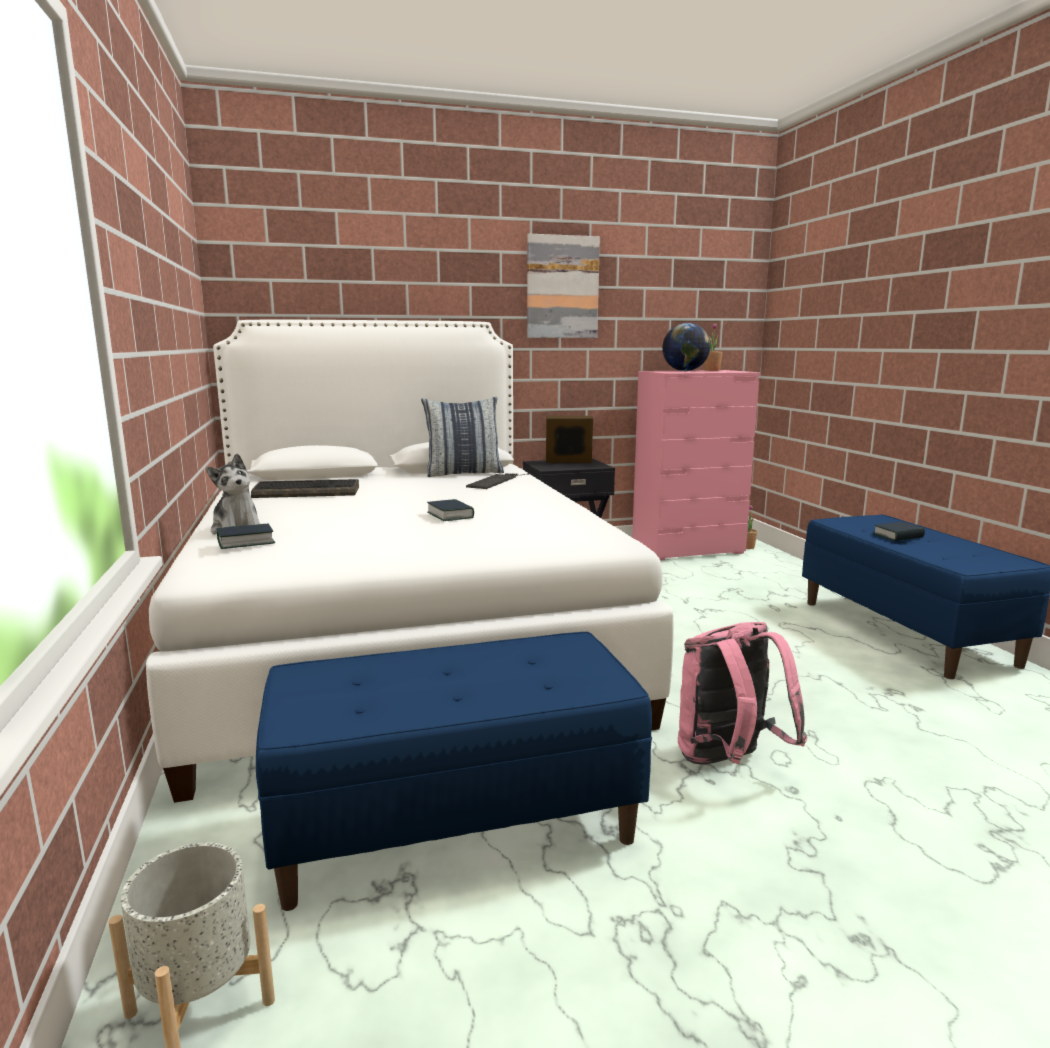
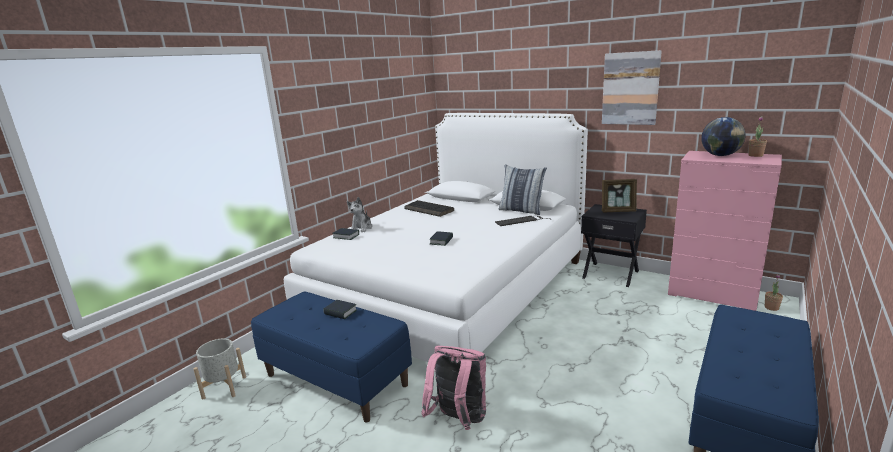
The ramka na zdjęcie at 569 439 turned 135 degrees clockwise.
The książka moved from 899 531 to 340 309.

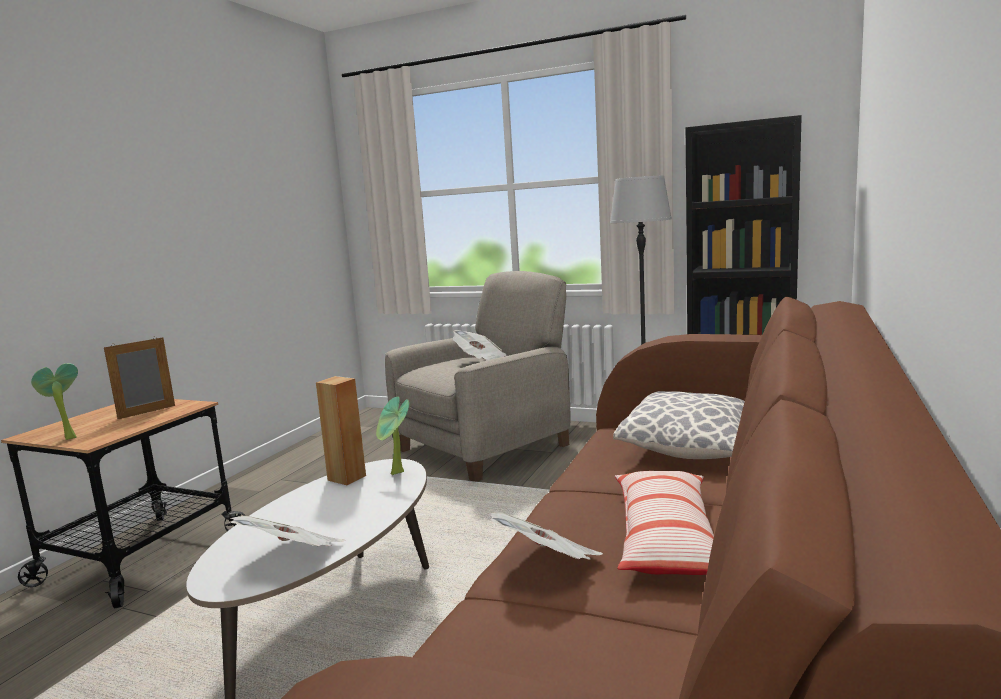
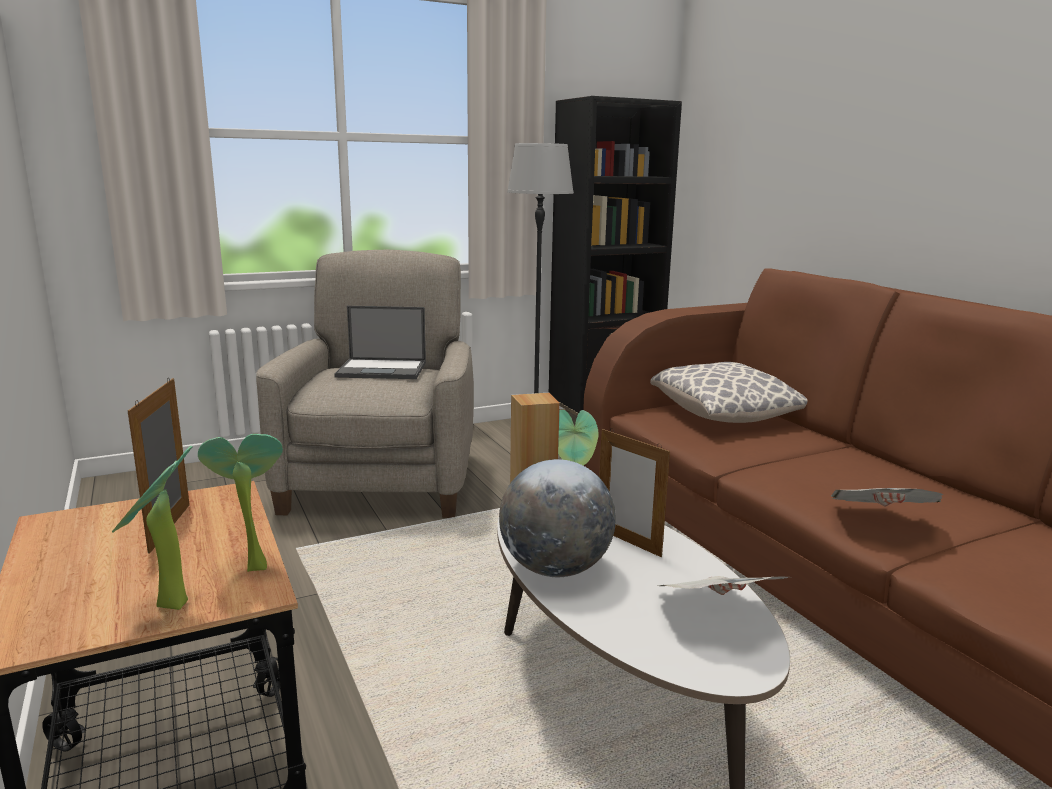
The gazeta at 480 345 was replaced by the laptop at 380 342.
The poduszka at 664 523 disappeared.
The ramka na zdjęcie at 634 492 appeared.
The roślina doniczkowa at 240 503 appeared.
The globus at 557 518 appeared.

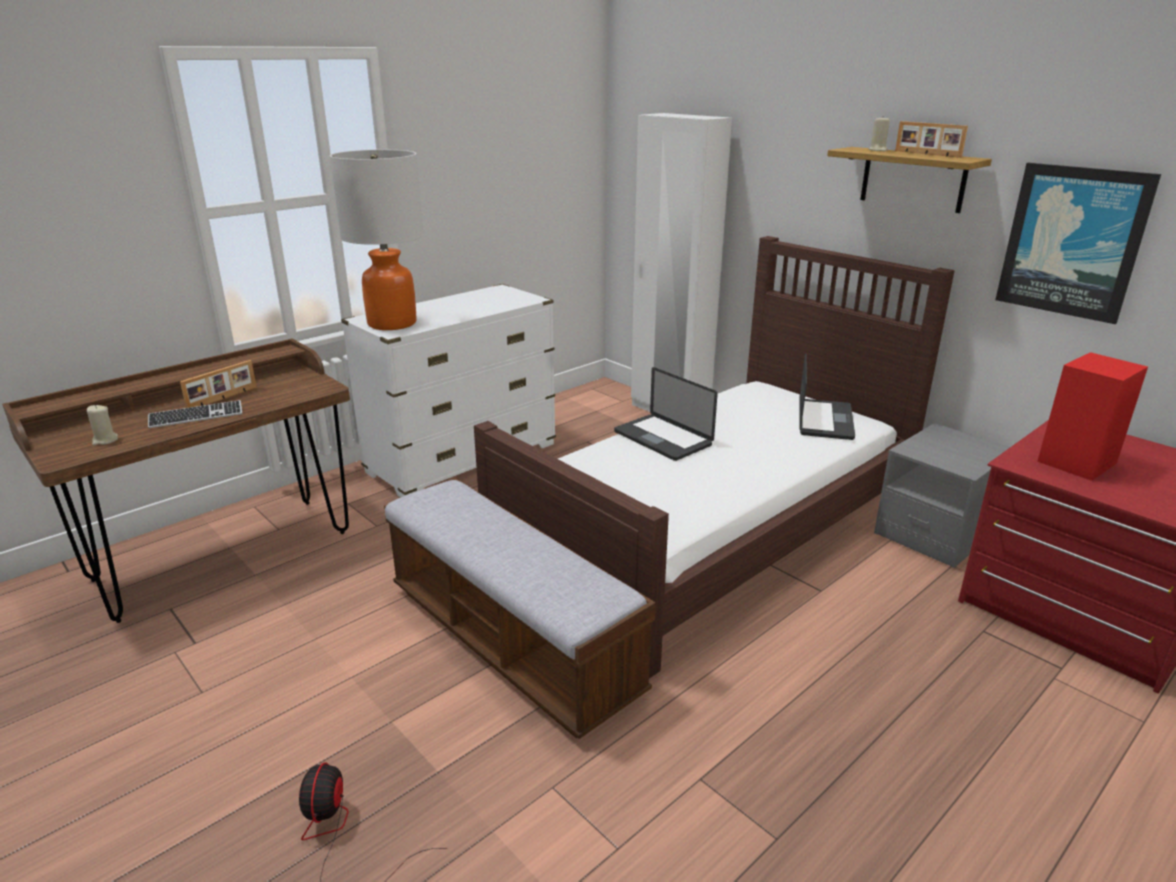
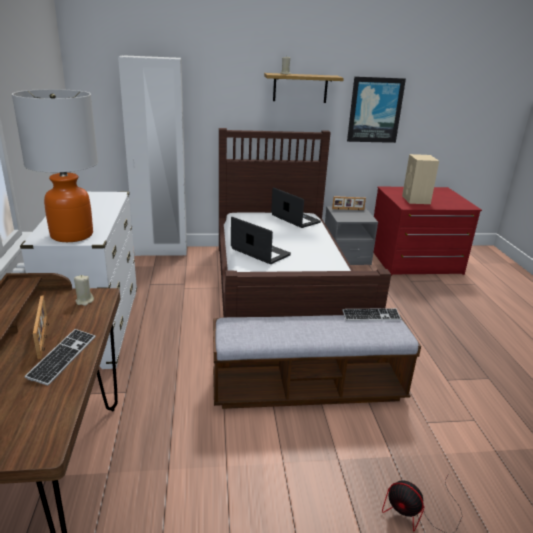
The ramka na zdjęcie moved from 931 139 to 349 203.
The głośnik (czerwony) at 1092 416 became the głośnik (beżowy) at 420 179.
The laptop at 666 414 turned 135 degrees counterclockwise.
The świeca (beżowy) moved from 102 425 to 84 290.
The klawiatura at 371 314 appeared.

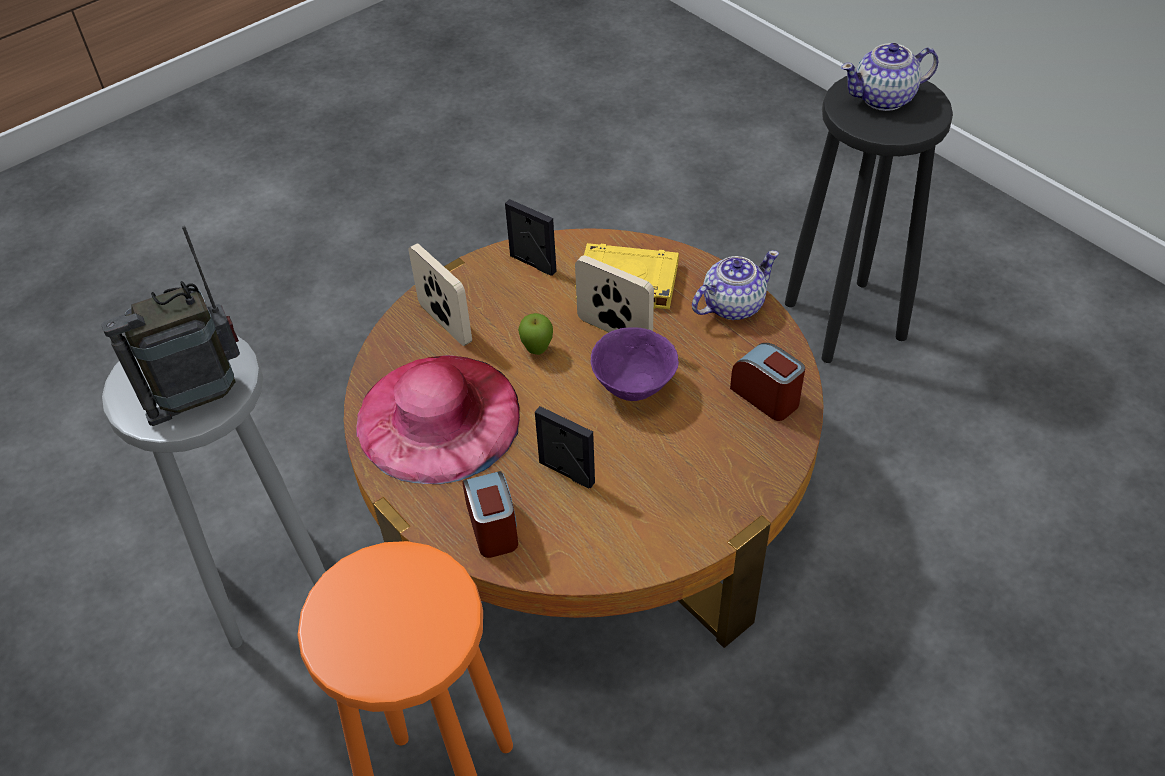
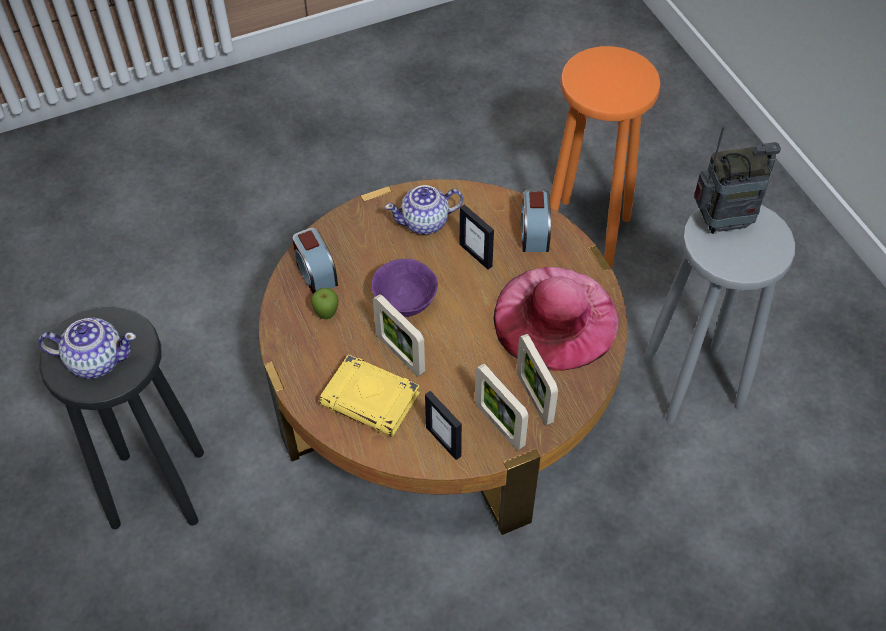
The imbryk moved from 735 285 to 424 210.
The jabłko moved from 535 334 to 325 303.
The ramka na zdjęcie at 502 407 appeared.

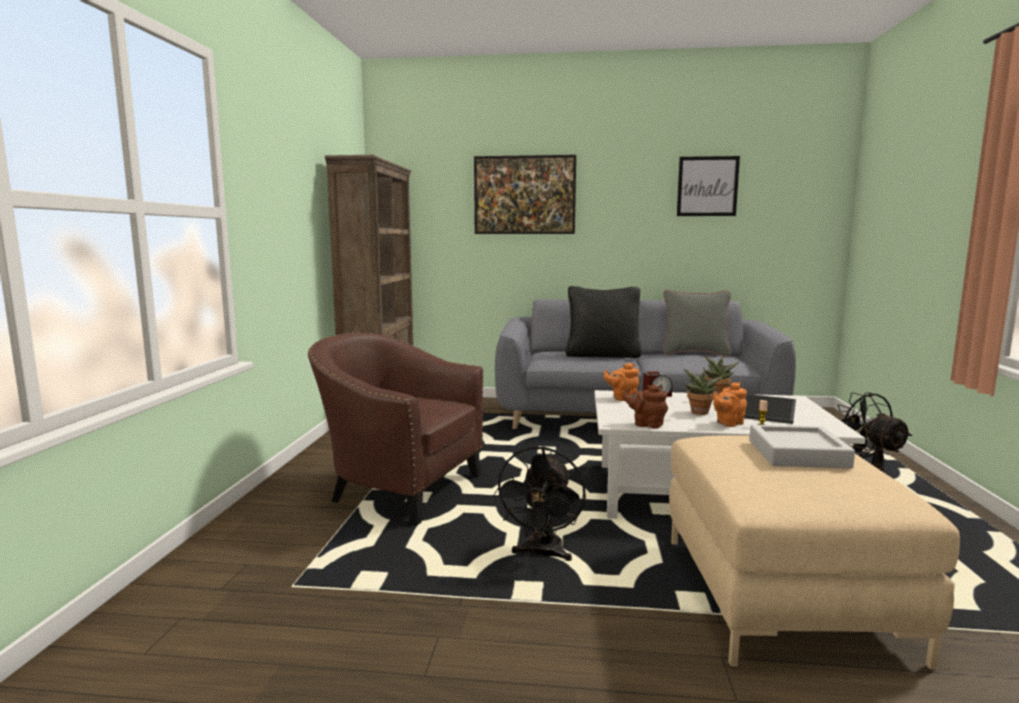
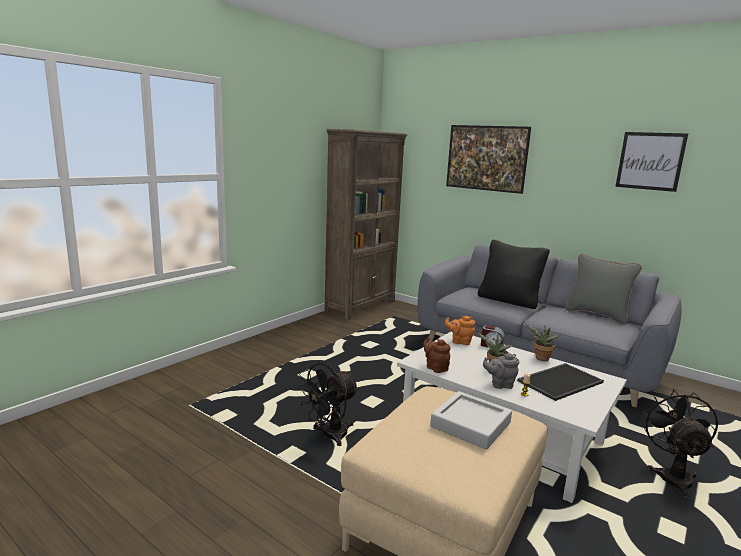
The fotel (brązowy) at 396 428 disappeared.
The imbryk (pomarańczowy) at 730 404 became the imbryk (szary) at 501 371.

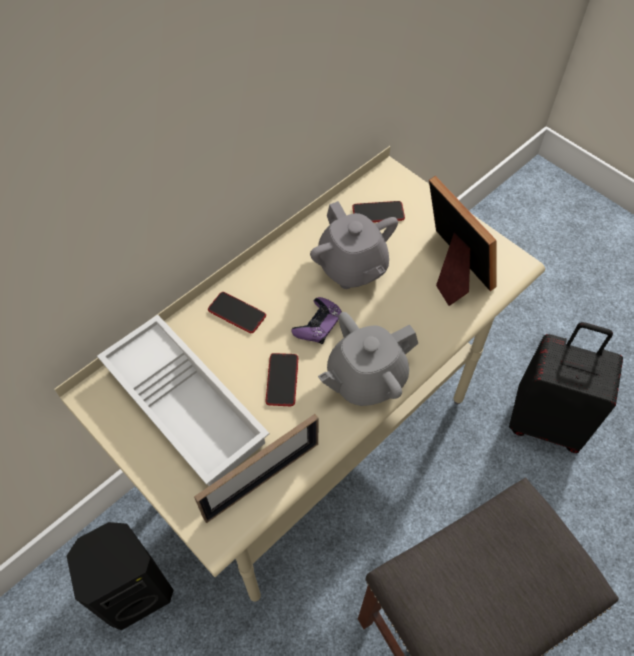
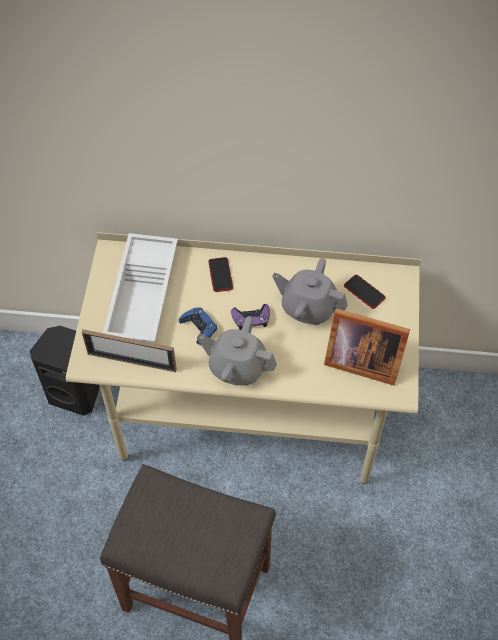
The ramka na zdjęcie at 463 241 turned 90 degrees clockwise.
The imbryk (szary) at 354 245 turned 90 degrees clockwise.
The walizka (czarny) at 566 387 disappeared.
The telefon at 281 379 was replaced by the pad do gier (niebieski) at 198 326.

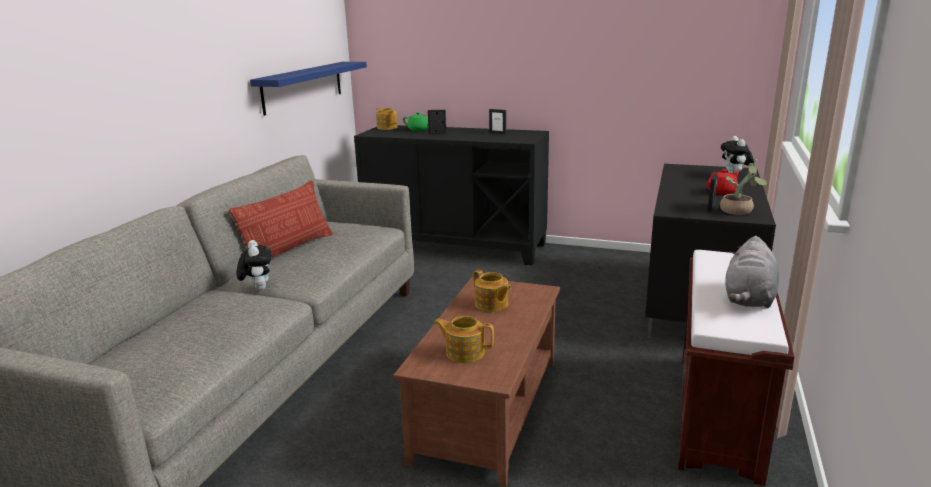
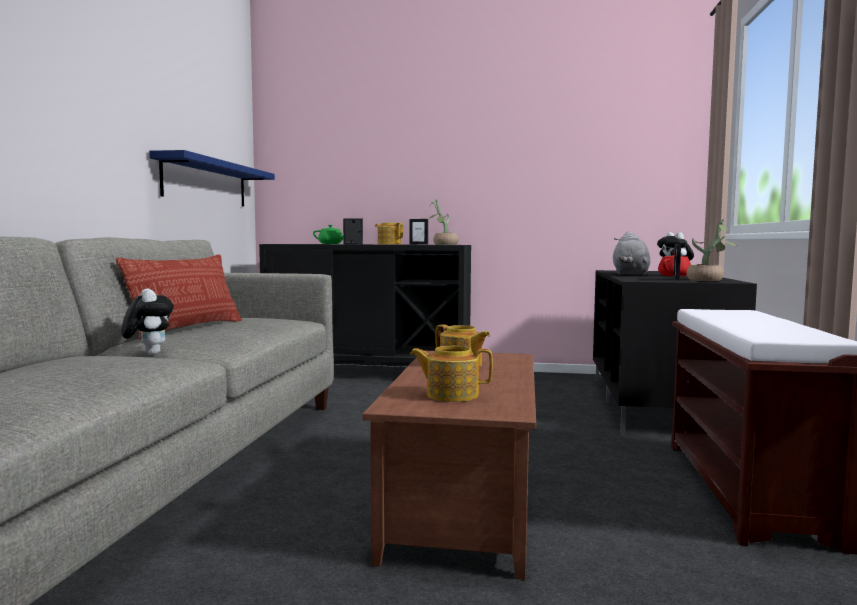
The imbryk moved from 387 119 to 389 233.
The pluszak (szary) moved from 752 272 to 631 253.
The roślina doniczkowa at 443 222 appeared.

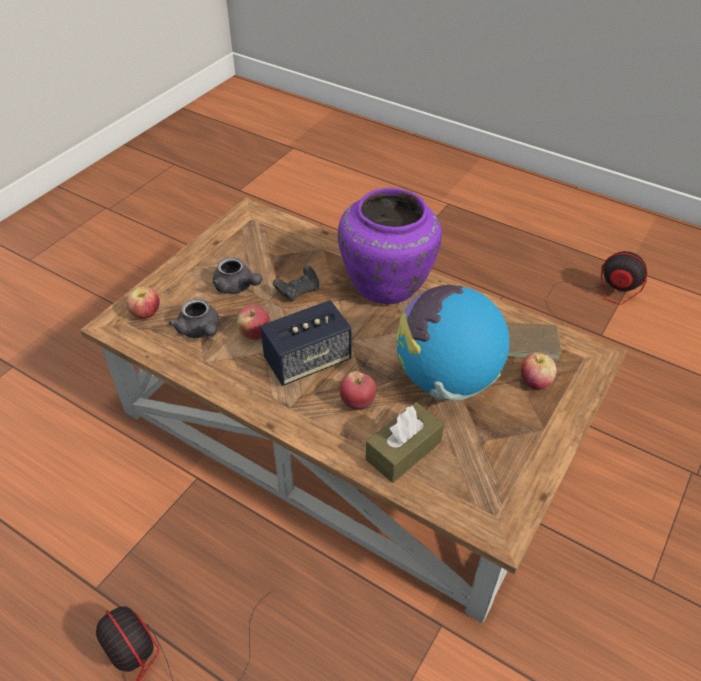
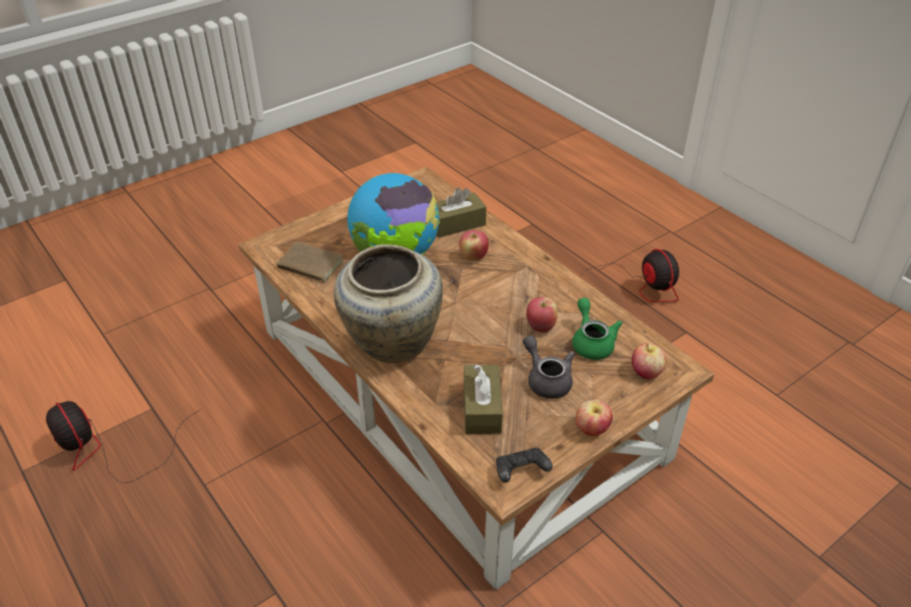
The wazon (fioletowy) at 390 246 became the wazon (beżowy) at 388 303.
The pad do gier (czarny) moved from 296 283 to 524 465.
The imbryk (szary) at 194 318 became the imbryk (zielony) at 597 329.
The głośnik at 306 343 disappeared.
The jabłko moved from 539 371 to 594 418.
The pudełko chusteczek (brązowy) at 483 399 appeared.

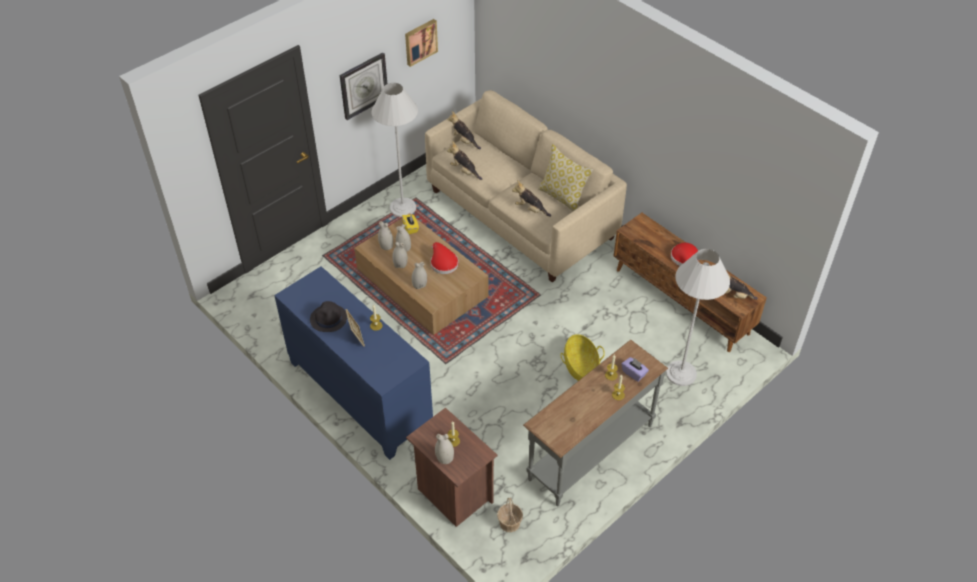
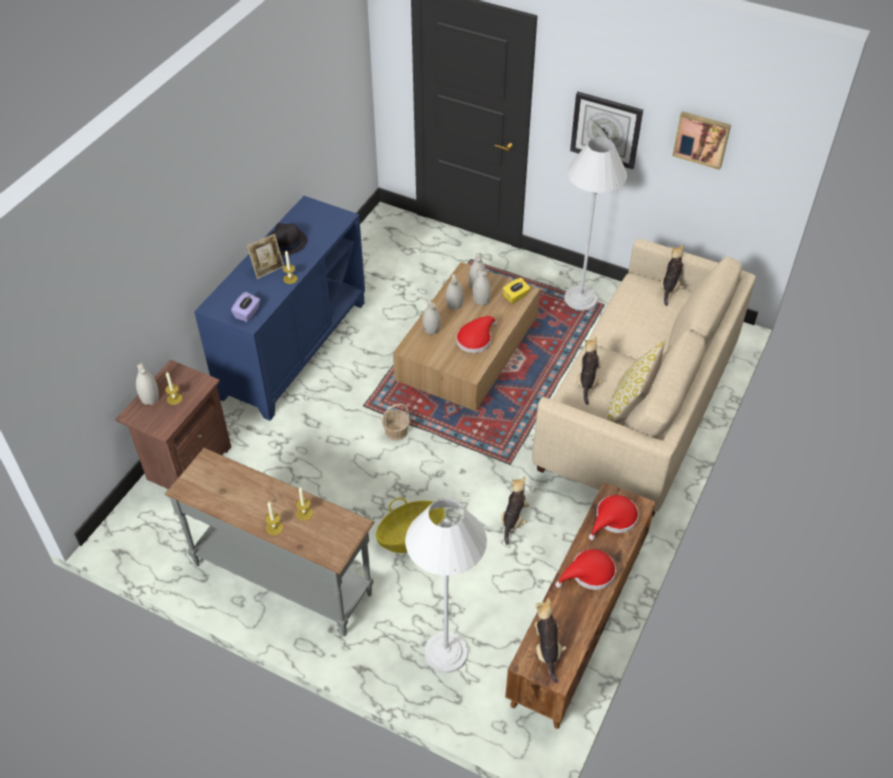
The pluszak moved from 464 160 to 515 511.
The pudełko chusteczek (fioletowy) moved from 635 369 to 245 307.
The koszyk moved from 510 515 to 396 422.
The kapelusz (czerwony) at 614 517 appeared.

